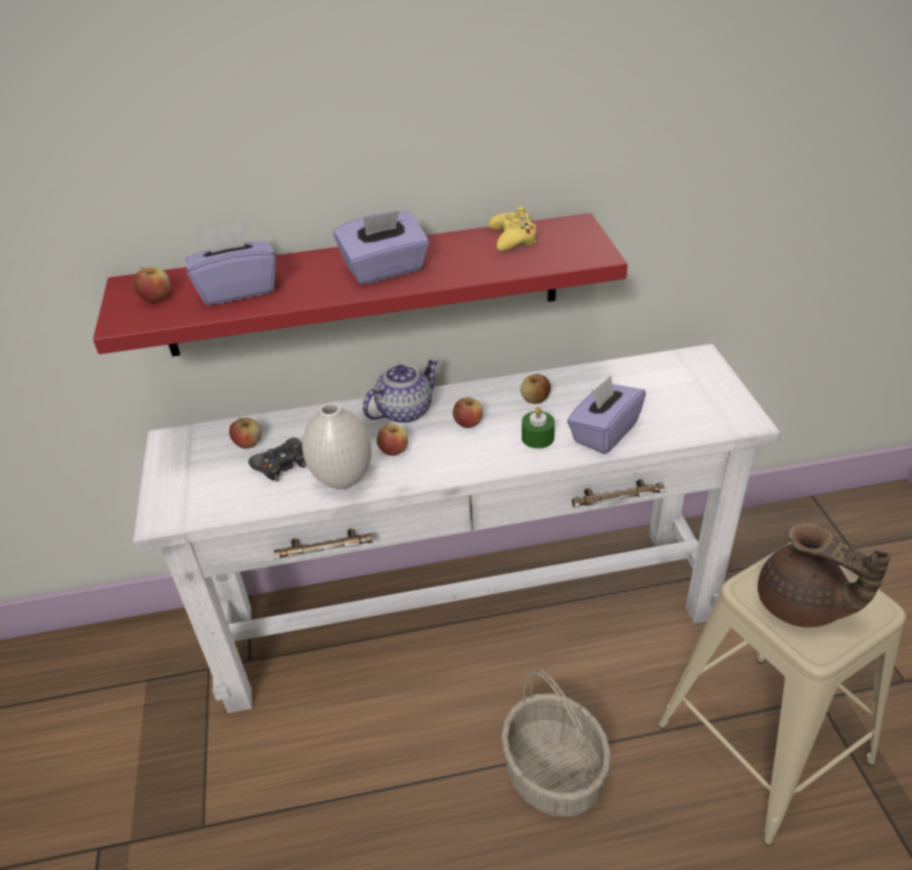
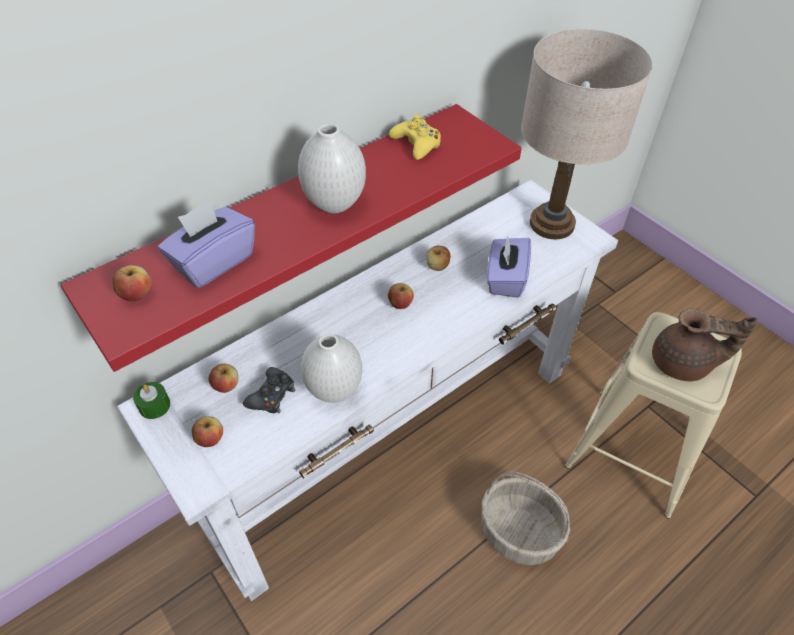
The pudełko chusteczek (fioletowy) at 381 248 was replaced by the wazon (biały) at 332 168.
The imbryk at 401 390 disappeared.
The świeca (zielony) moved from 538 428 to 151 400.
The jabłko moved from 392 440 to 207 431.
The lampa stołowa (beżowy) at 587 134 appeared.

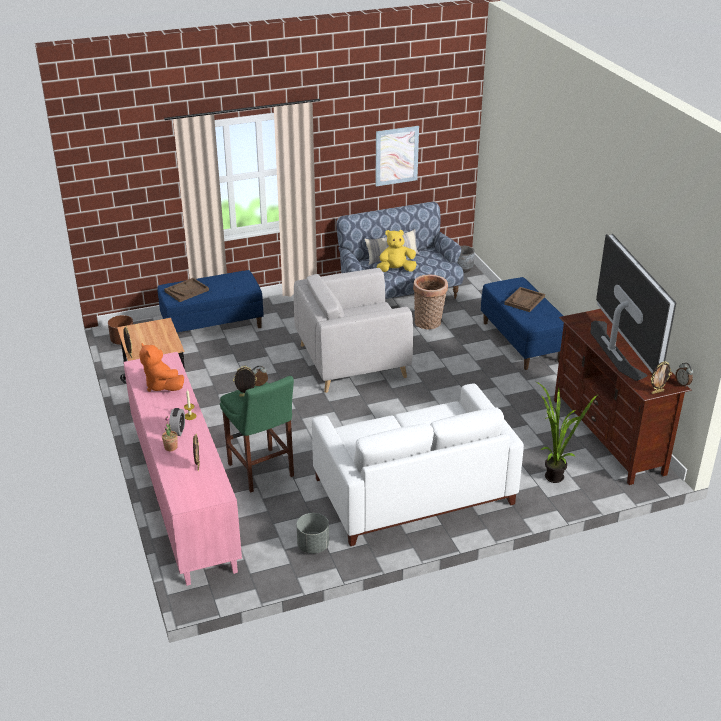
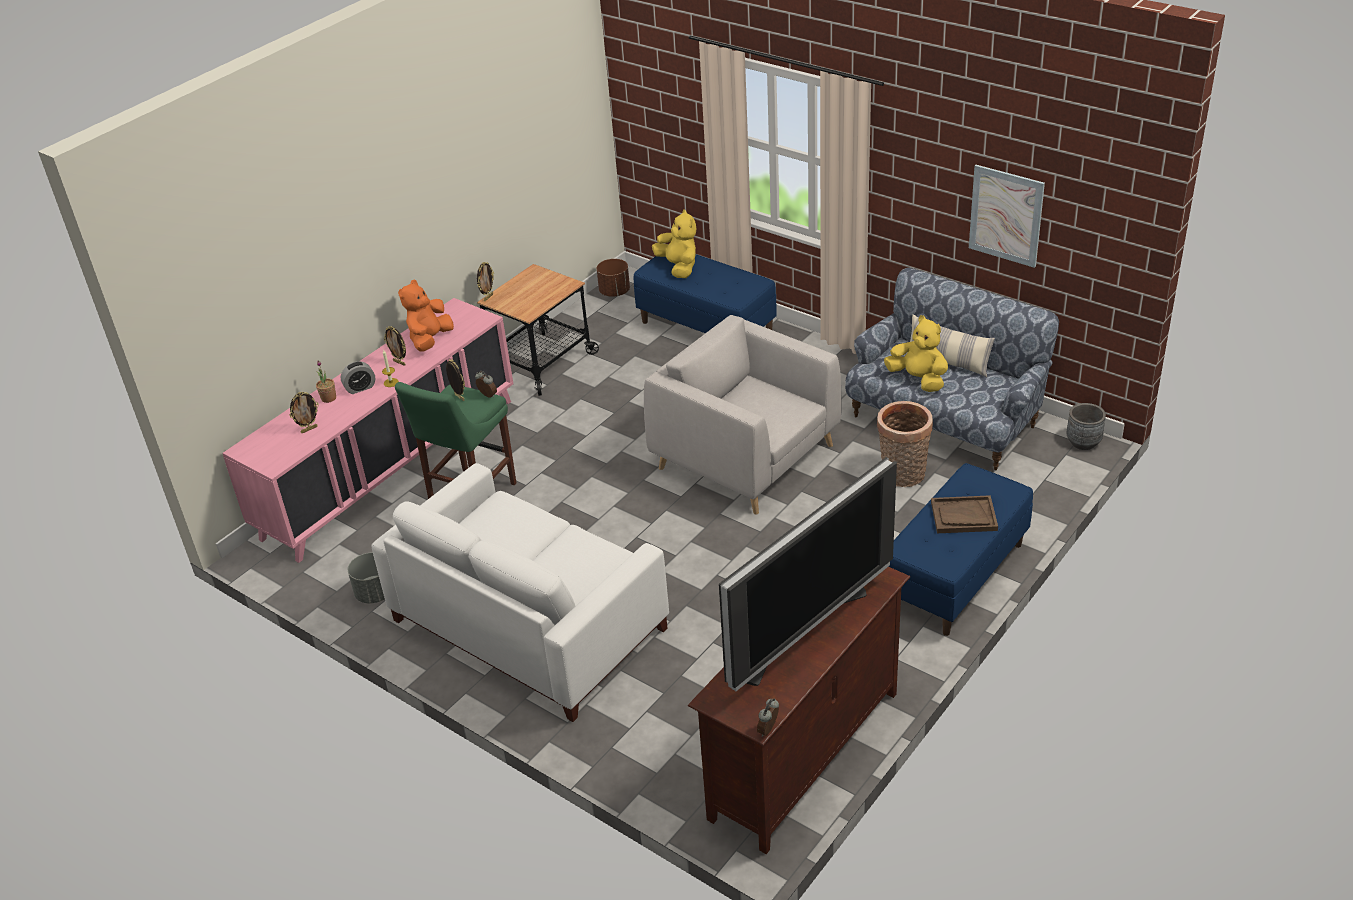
The taca (brązowy) at 186 290 was replaced by the pluszak (żółty) at 674 243.
The ramka na zdjęcie moved from 661 377 to 395 346.
The roślina doniczkowa at 566 432 disappeared.

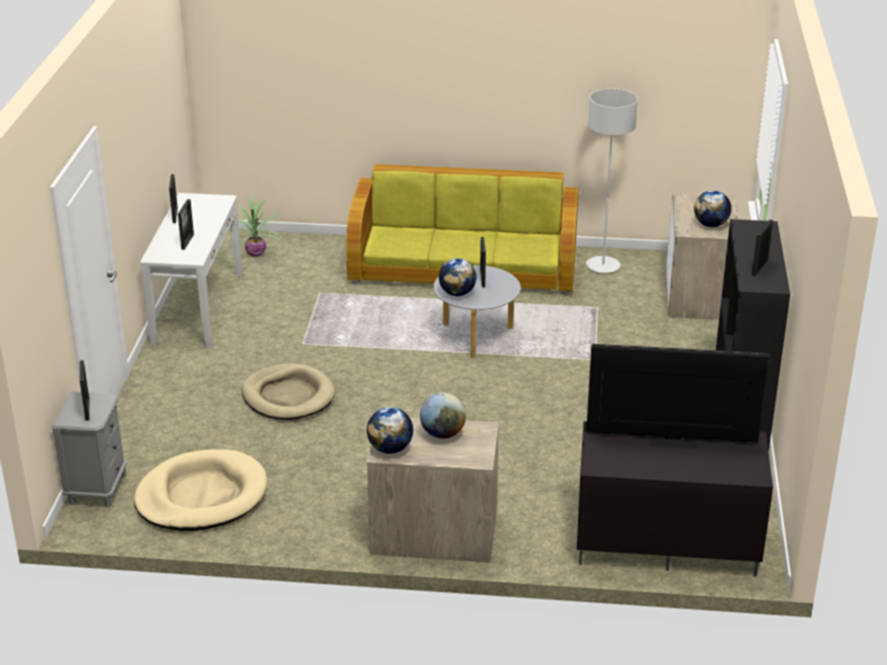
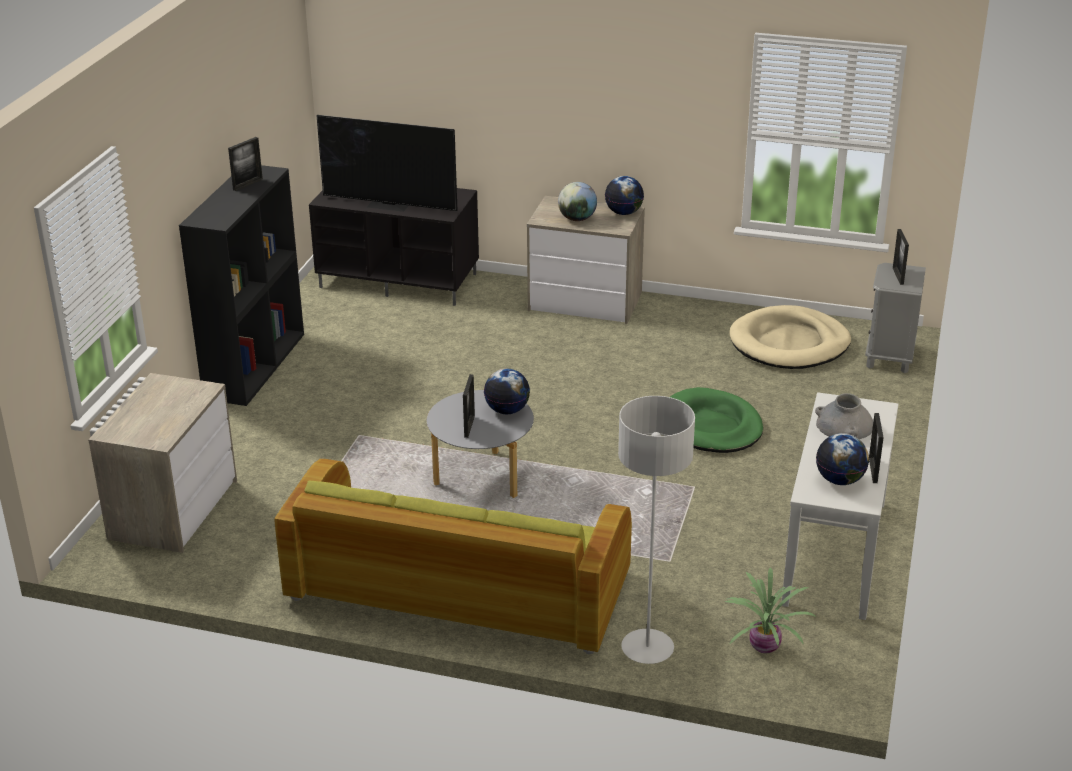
The lampa stojąca (szary) moved from 612 181 to 656 530.
The globus moved from 713 208 to 842 459.
The ramka na zdjęcie at 186 224 was replaced by the wazon (szary) at 844 416.
The legowisko (beżowy) at 288 391 became the legowisko (zielony) at 716 420.

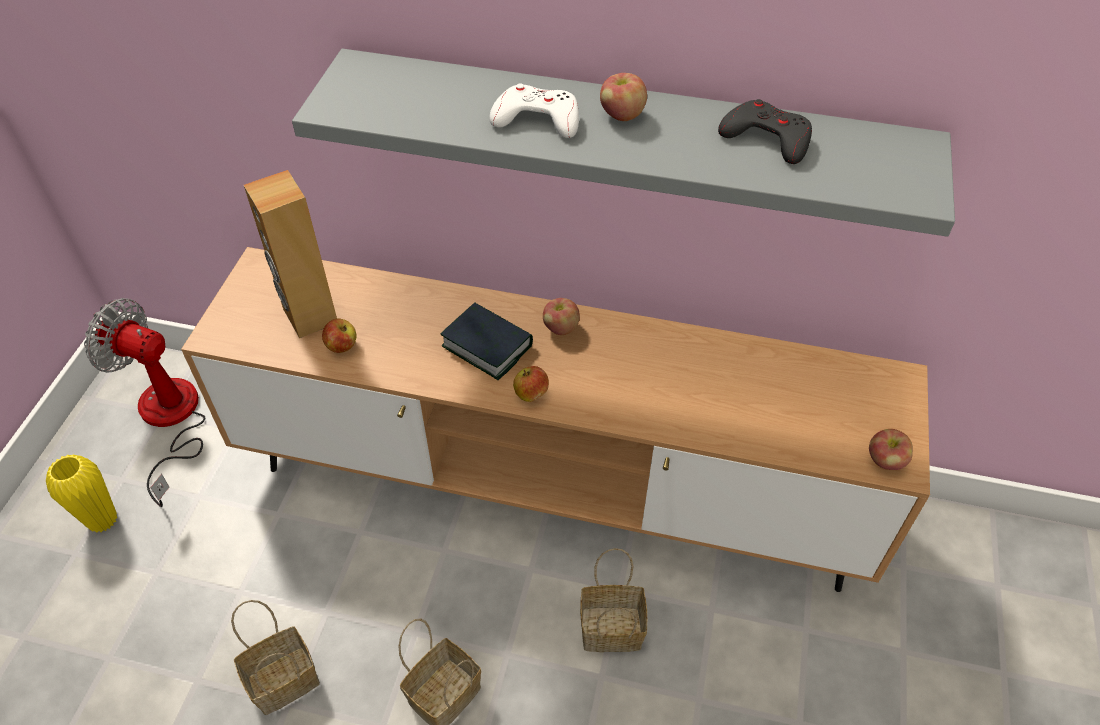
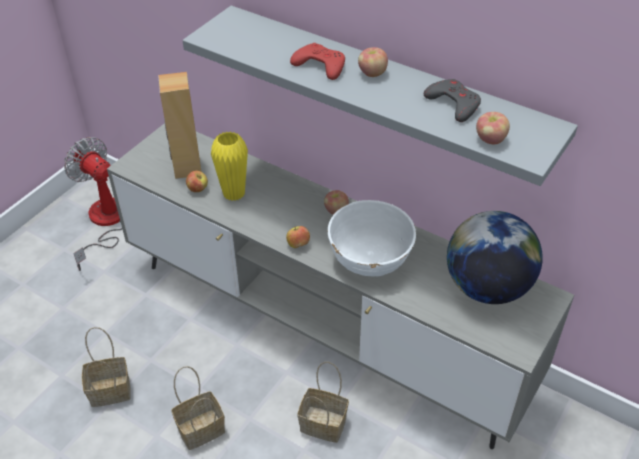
The pad do gier (biały) at 534 111 became the pad do gier (czerwony) at 317 61.
The szafka pod telewizor (brązowy) at 555 419 became the szafka pod telewizor (szary) at 340 286.
The książka at 487 341 disappeared.
The jabłko moved from 891 449 to 493 128.
The wazon (żółty) moved from 81 494 to 229 166.
The miska (biały) at 372 238 appeared.
The globus at 495 257 appeared.

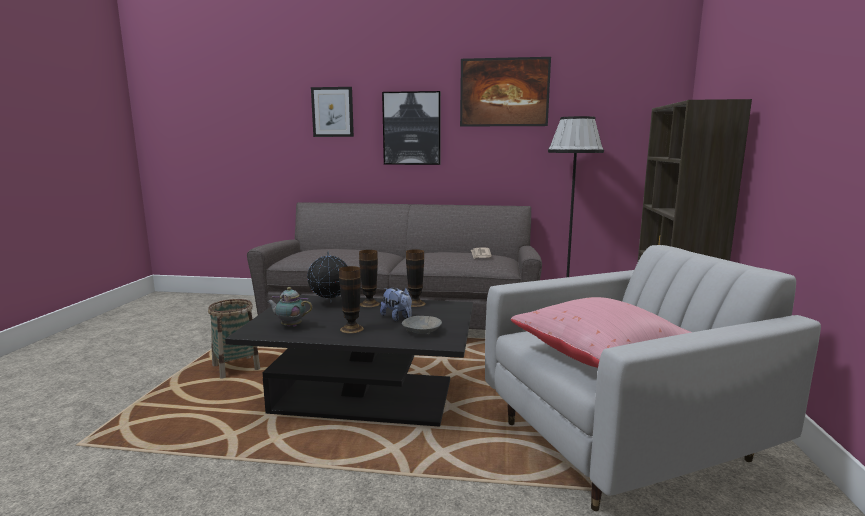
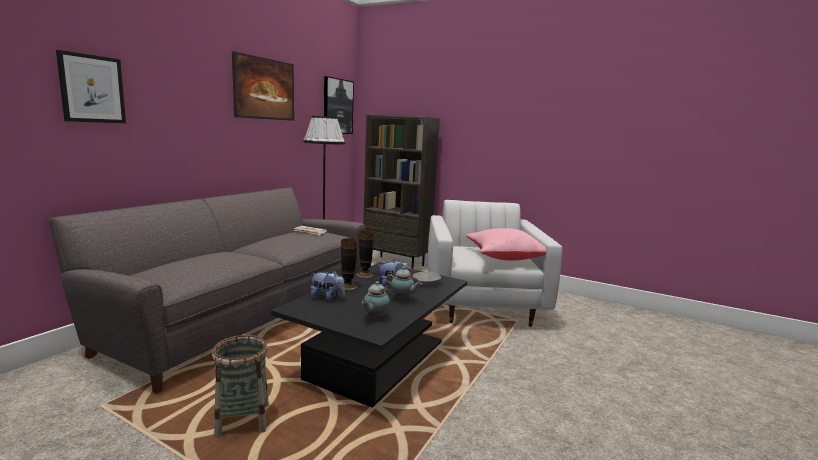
The obraz moved from 411 128 to 339 105.
The globus at 327 277 was replaced by the pluszak at 328 286.
The wazon at 351 299 was replaced by the imbryk at 404 283.

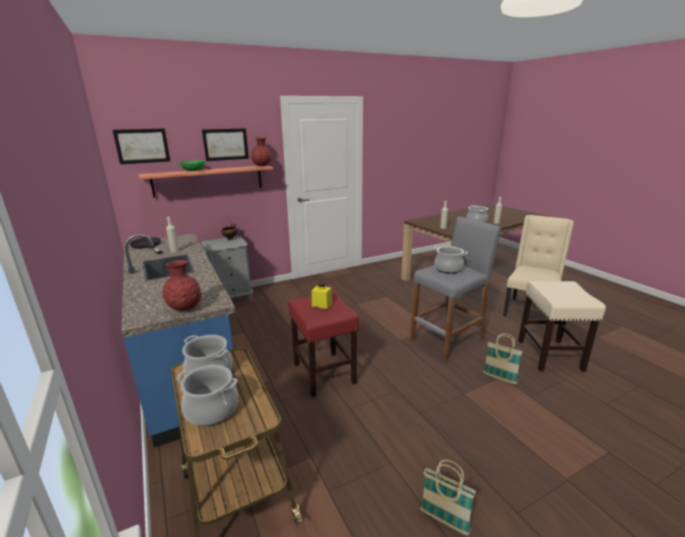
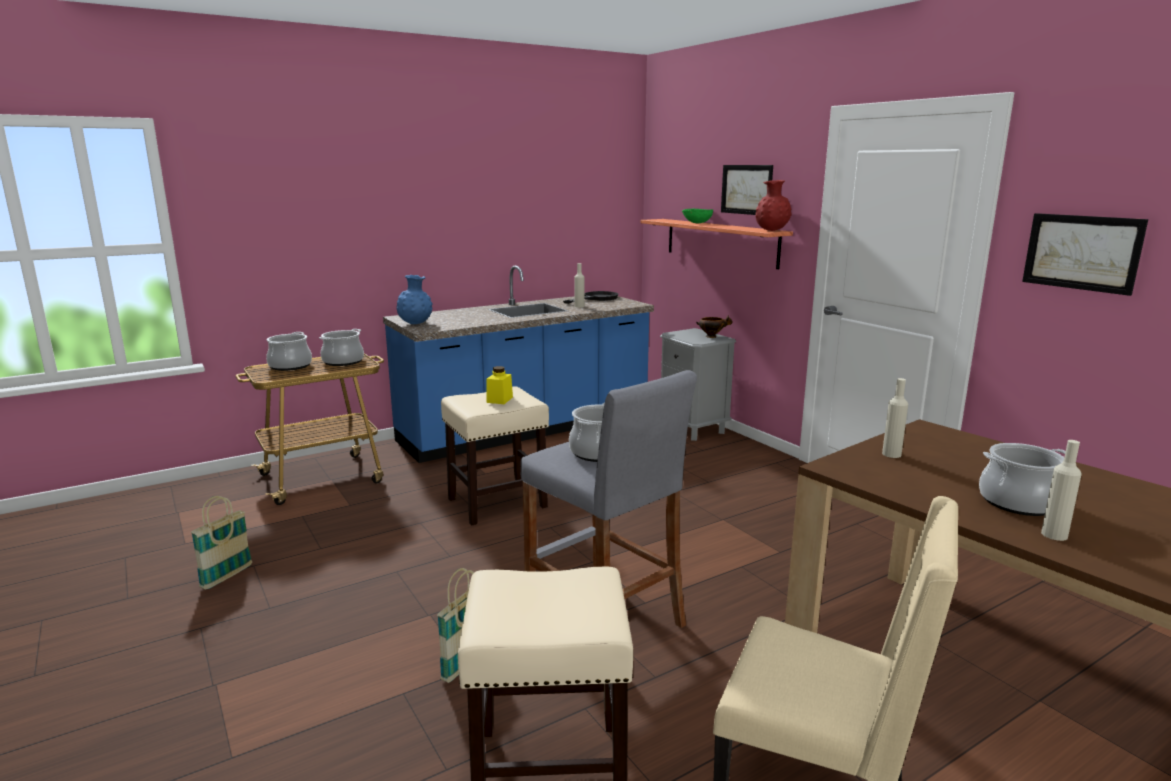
The obraz moved from 141 146 to 1085 254.
The wazon (czerwony) at 181 285 became the wazon (niebieski) at 415 299.
The stołek (czerwony) at 323 344 became the stołek (beżowy) at 495 455.

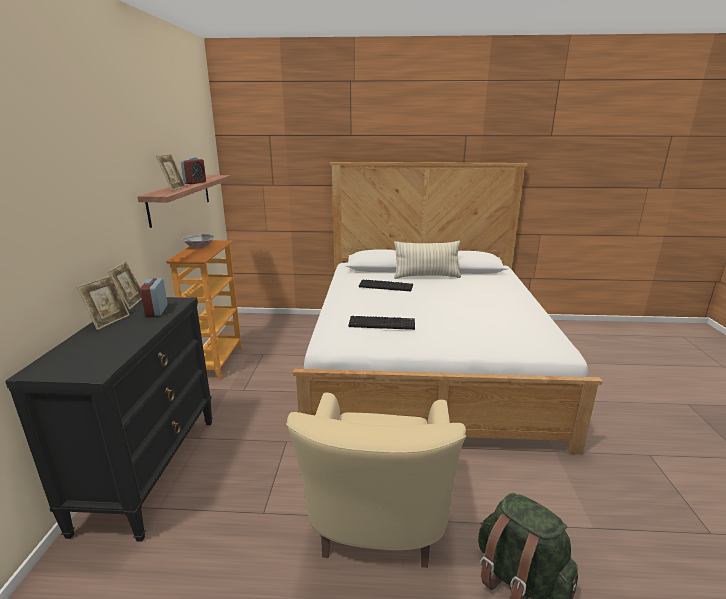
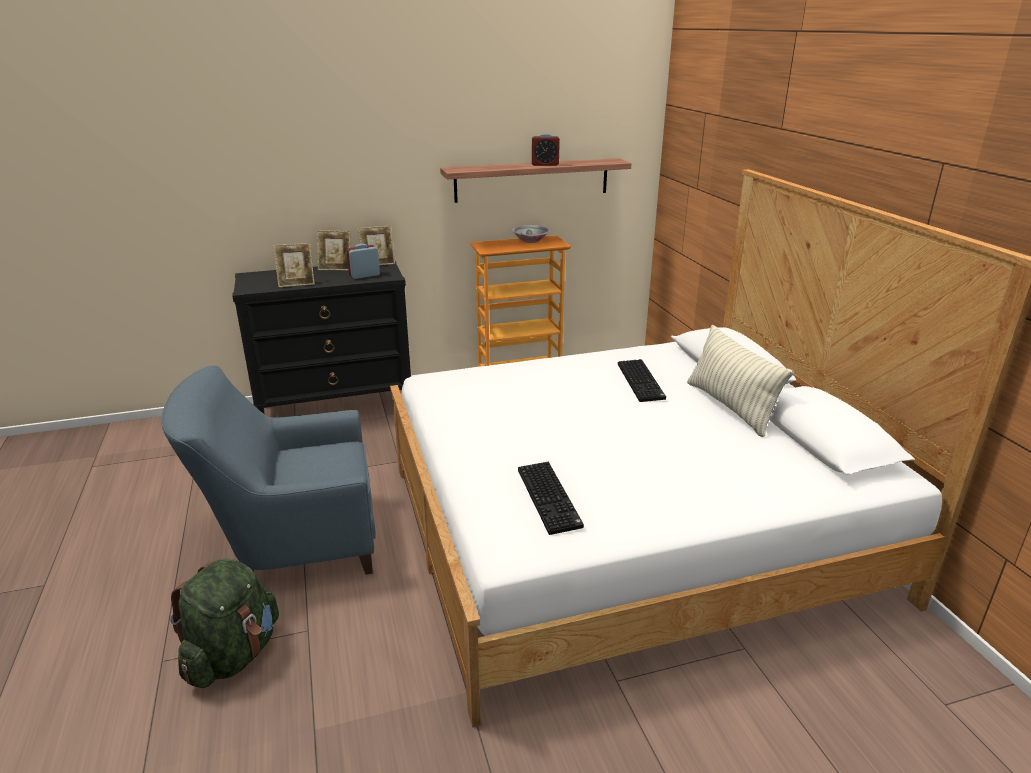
The ramka na zdjęcie moved from 171 172 to 294 265.
The klawiatura moved from 382 323 to 551 498.
The fotel (beżowy) at 376 480 became the fotel (niebieski) at 268 470.

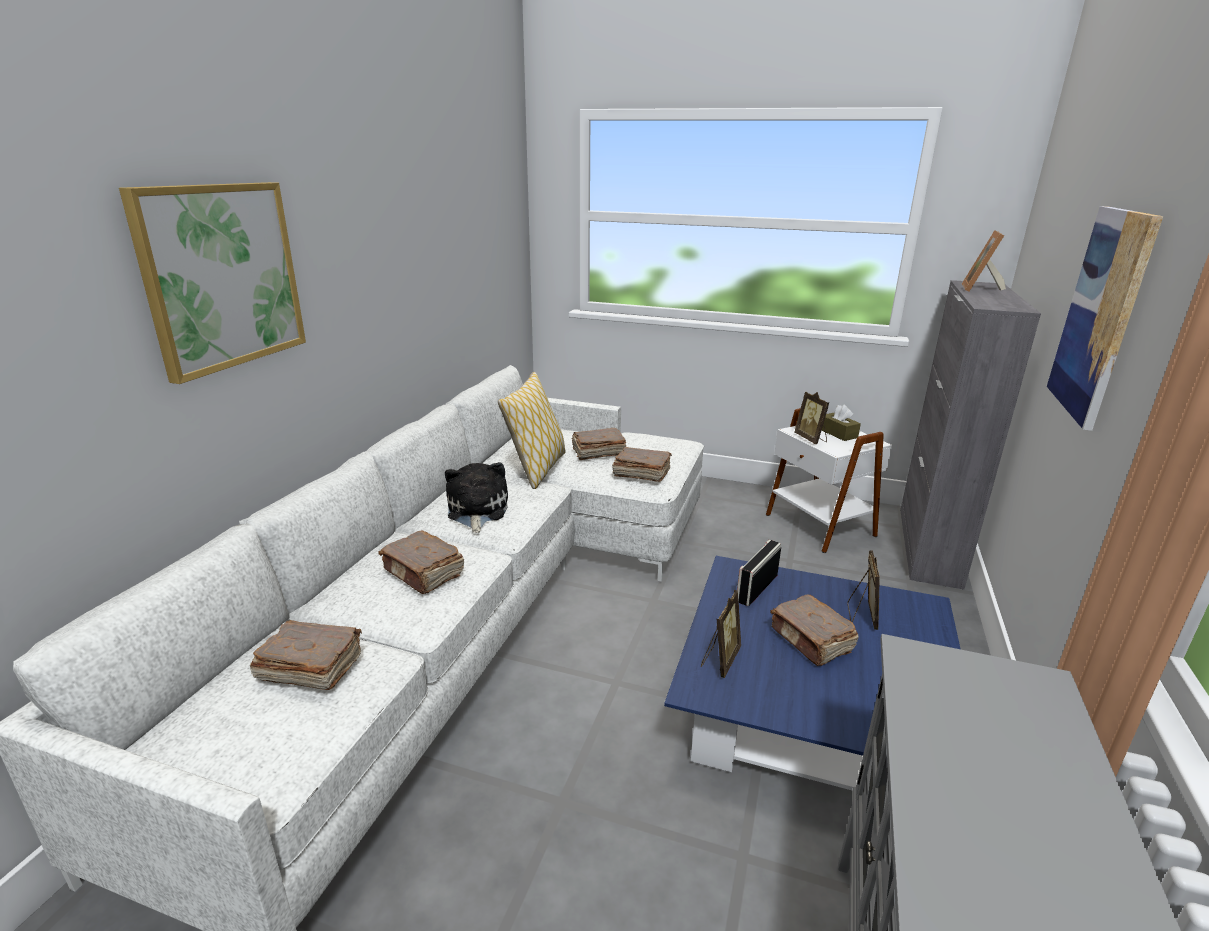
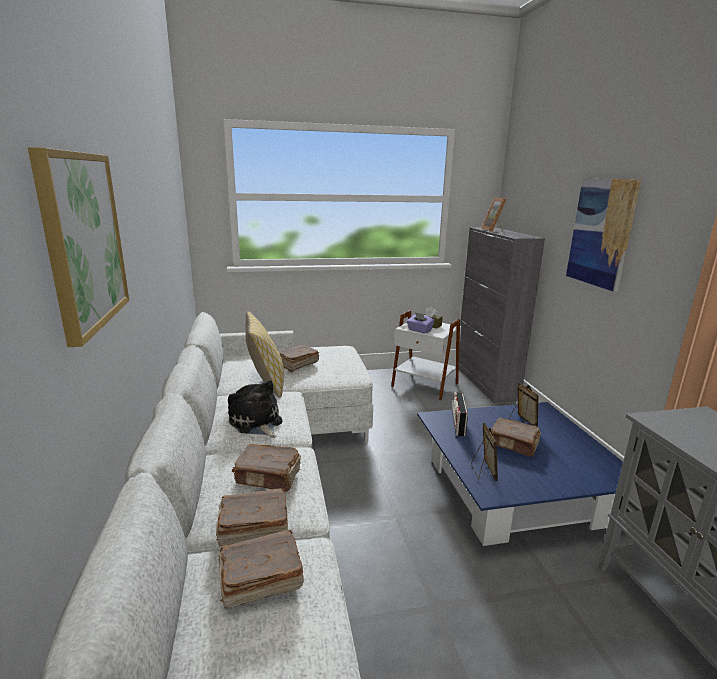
The ramka na zdjęcie at 811 418 was replaced by the pudełko chusteczek (fioletowy) at 420 323.
The książka (brązowy) moved from 642 464 to 252 517.

